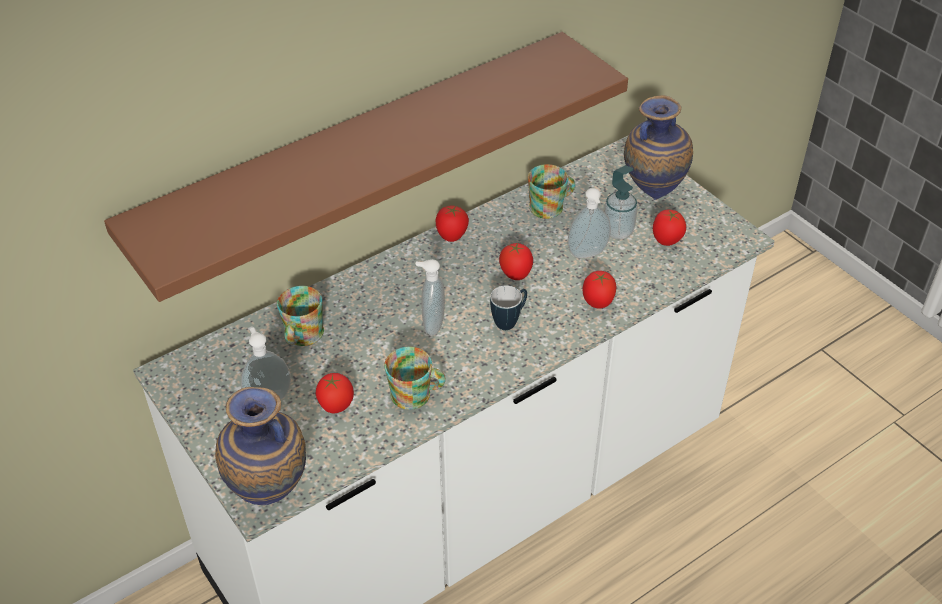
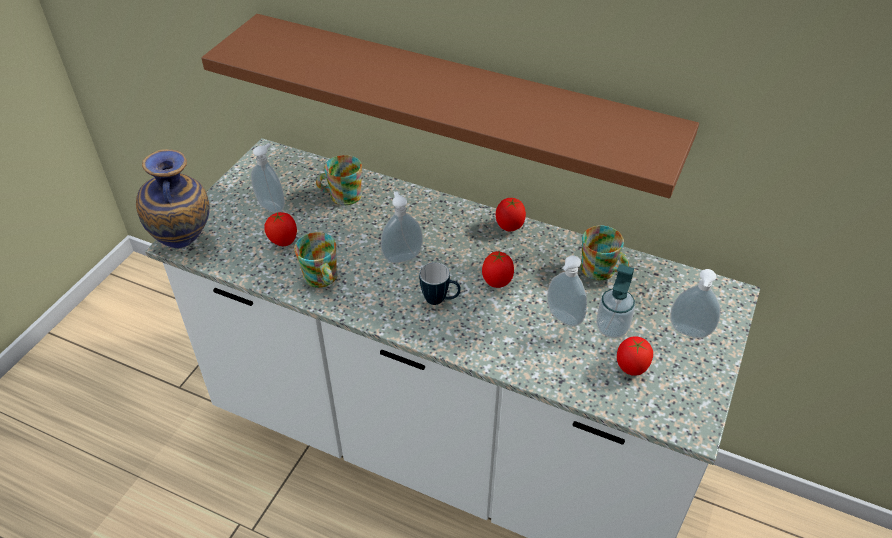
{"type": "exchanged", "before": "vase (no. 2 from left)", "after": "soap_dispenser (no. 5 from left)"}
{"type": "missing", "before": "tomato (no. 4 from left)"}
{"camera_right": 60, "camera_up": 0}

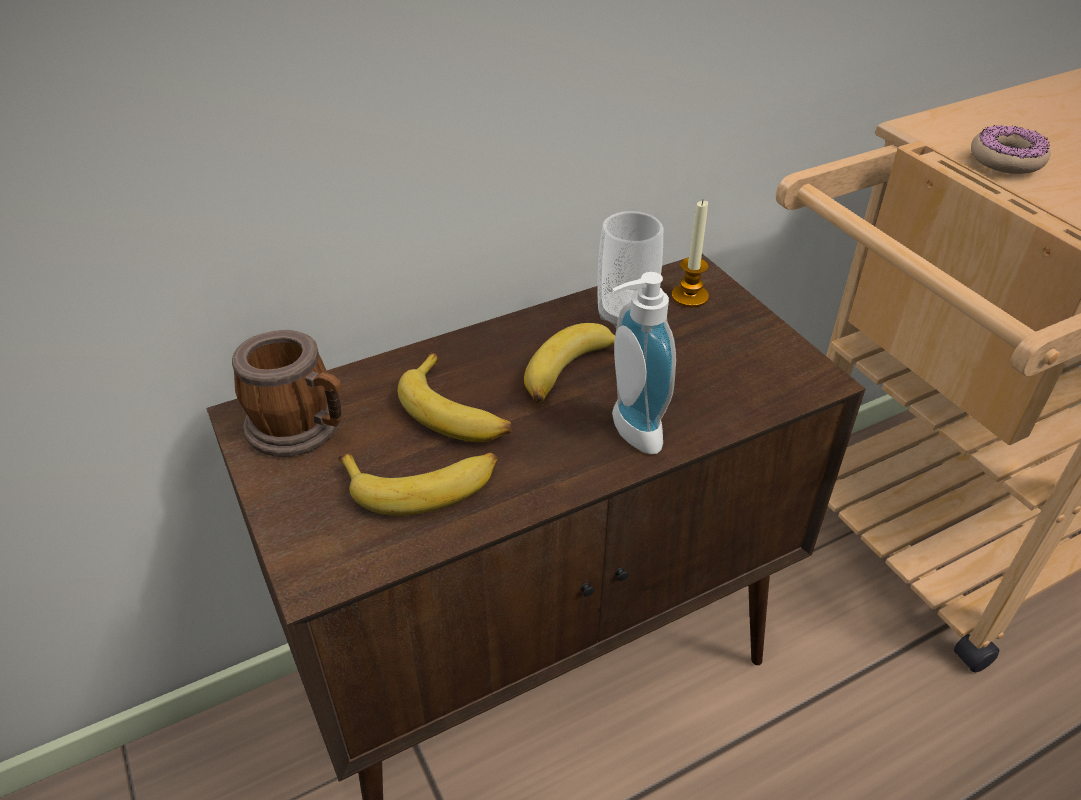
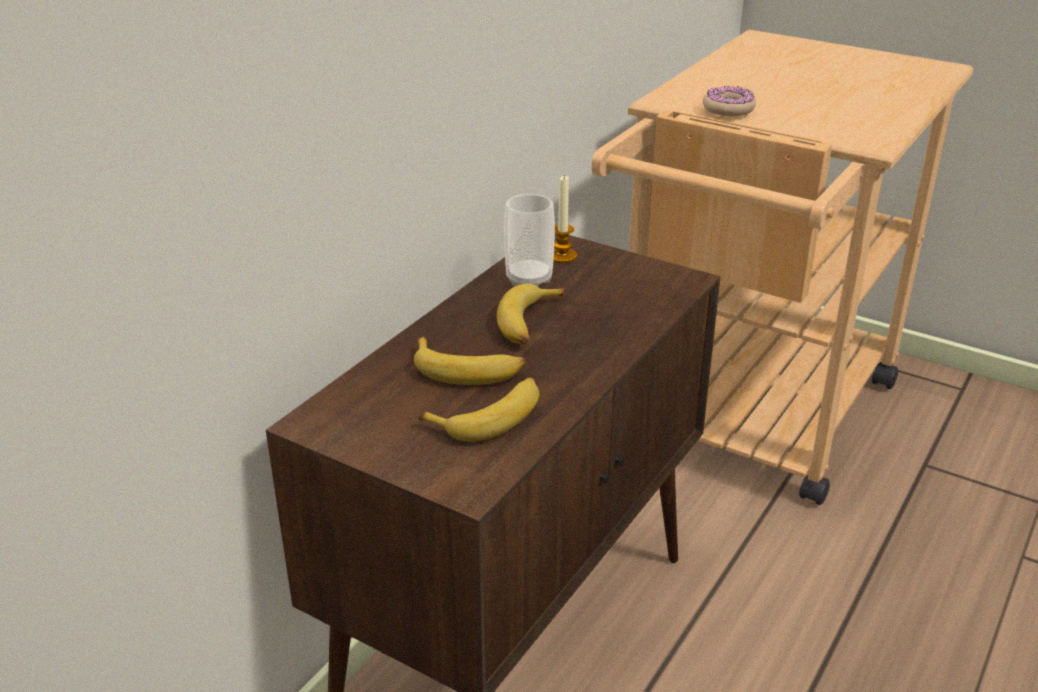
{"type": "missing", "before": "soap_dispenser"}
{"type": "missing", "before": "mug"}
{"camera_right": -30, "camera_up": -10}

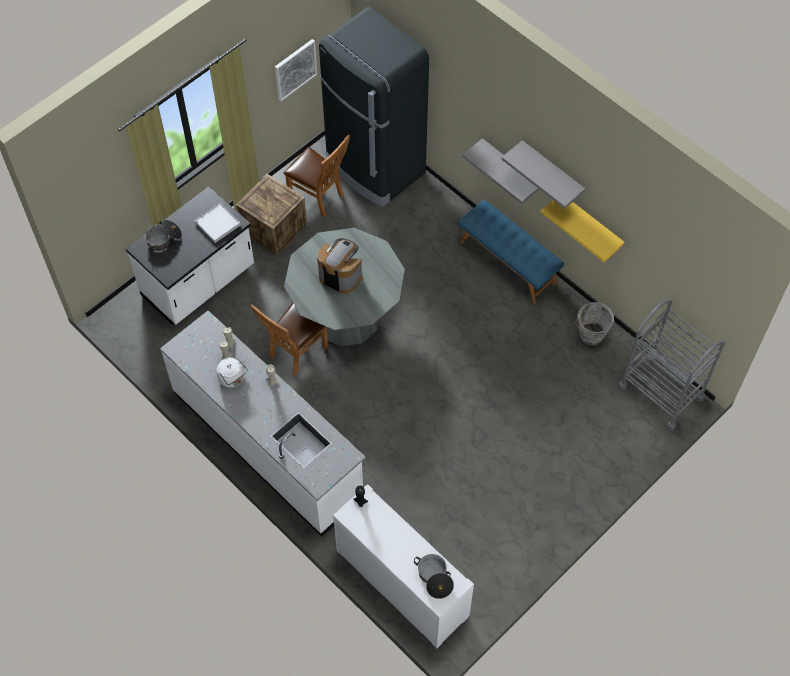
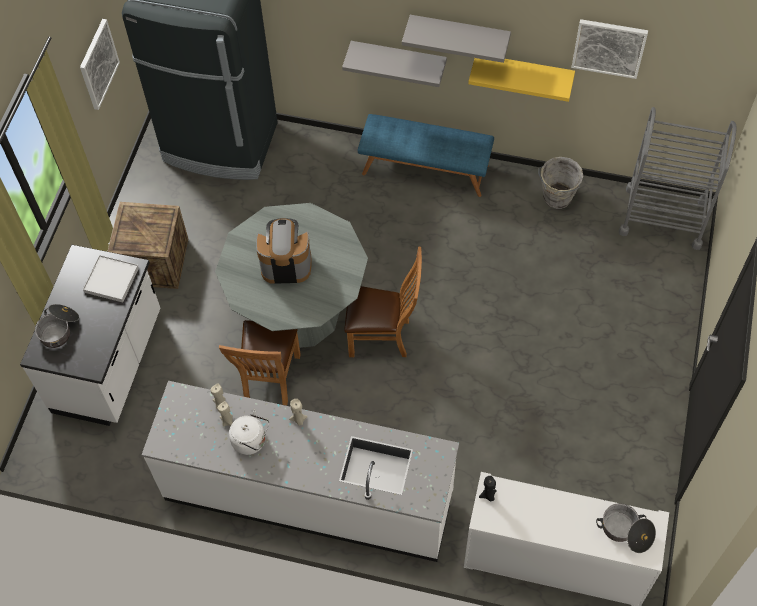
{"type": "relocated", "before": "brown_chair (no. 2 from left)"}
{"type": "appeared", "after": "picture (no. 2 from left)"}
{"camera_right": -30, "camera_up": 0}

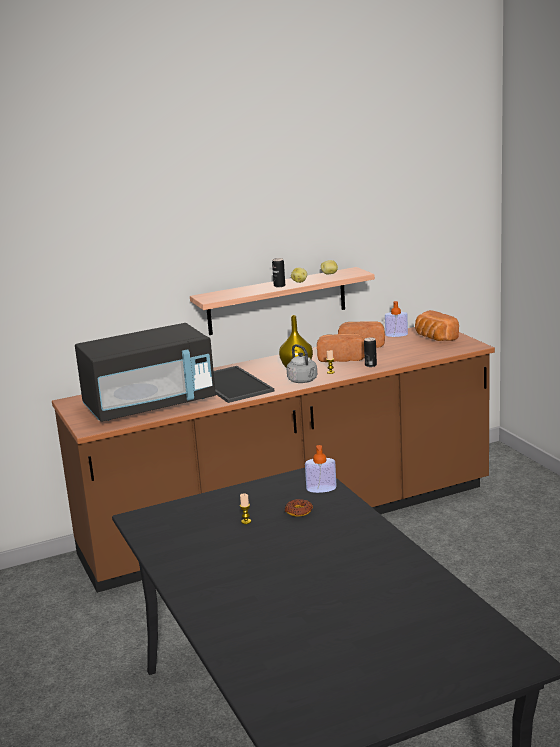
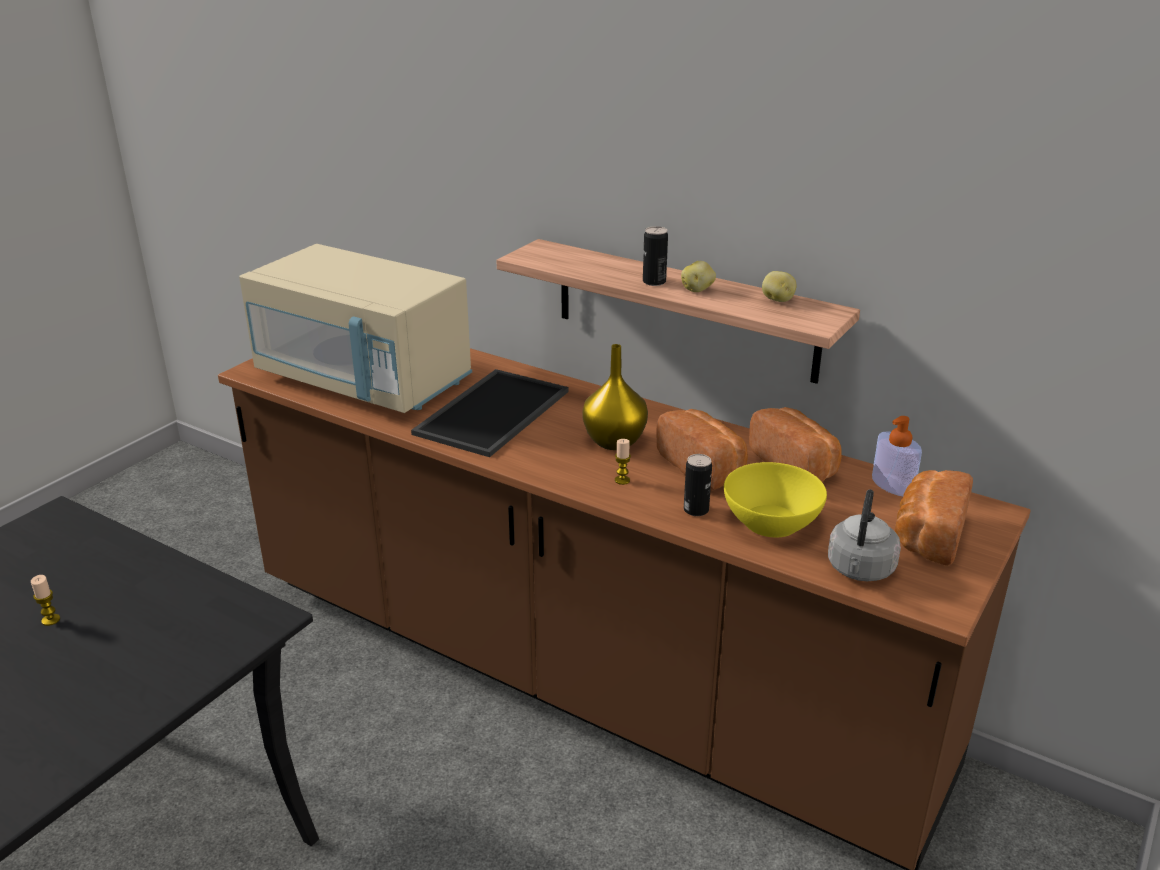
{"type": "colour", "before": "black_microwave", "after": "beige_microwave"}
{"type": "relocated", "before": "grey_kettle"}
{"type": "missing", "before": "soap_dispenser (no. 1 from left)"}
{"type": "missing", "before": "donut"}
{"type": "appeared", "after": "yellow_bowl"}
{"camera_right": 55, "camera_up": 10}

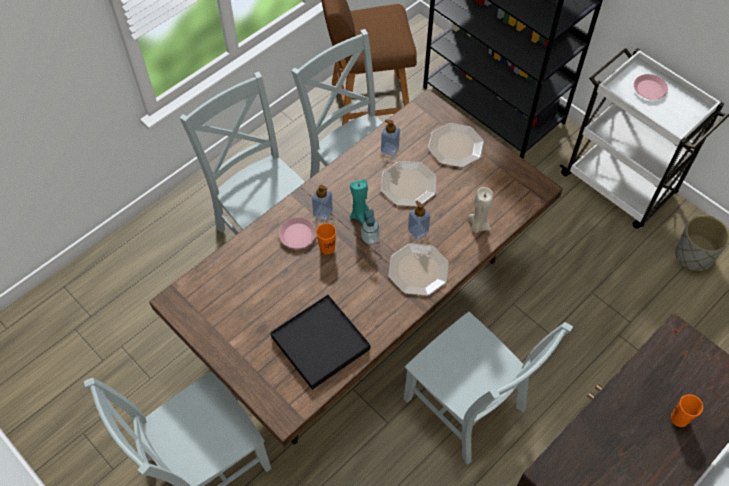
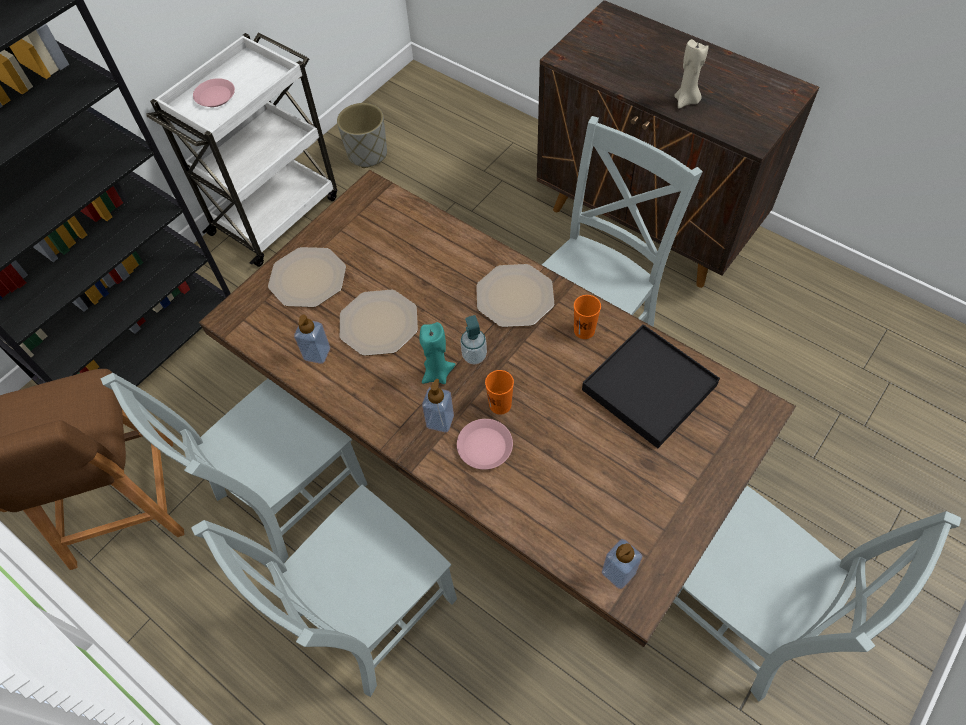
{"type": "relocated", "before": "beige_candle"}
{"type": "relocated", "before": "soap_dispenser (no. 4 from left)"}
{"type": "relocated", "before": "orange_cup (no. 2 from left)"}
{"camera_right": -95, "camera_up": 0}

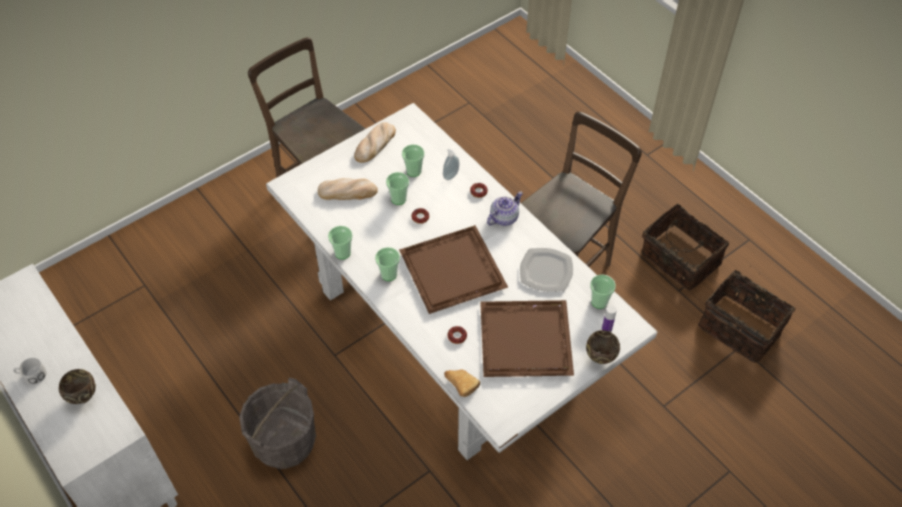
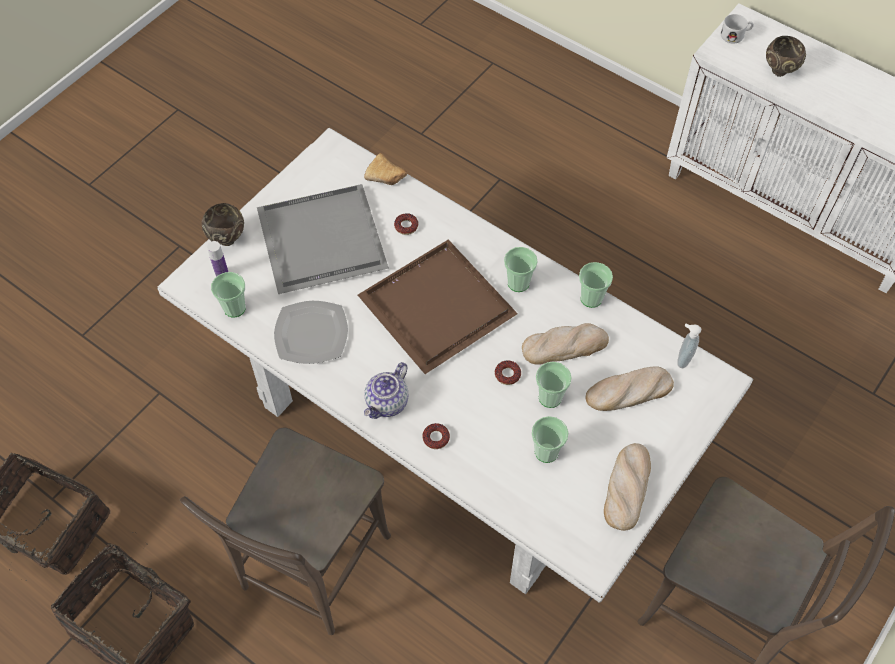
{"type": "relocated", "before": "soap_dispenser"}
{"type": "colour", "before": "brown_tray (no. 2 from left)", "after": "grey_tray"}
{"type": "relocated", "before": "white_mug"}
{"type": "missing", "before": "grey_bucket"}
{"type": "appeared", "after": "bread (no. 2 from left)"}
{"camera_right": 165, "camera_up": 5}

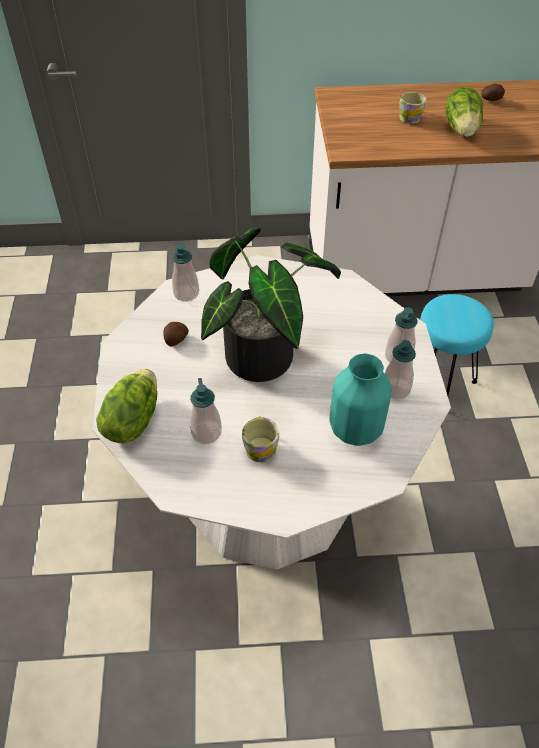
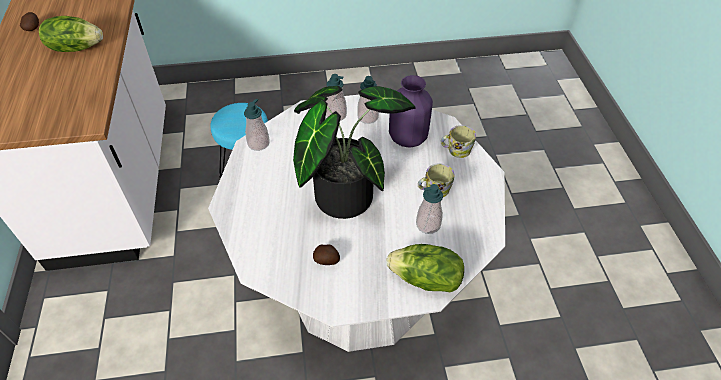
{"type": "relocated", "before": "mug (no. 2 from left)"}
{"type": "relocated", "before": "soap_dispenser (no. 1 from left)"}
{"type": "colour", "before": "turquoise_vase", "after": "purple_vase"}
{"camera_right": -95, "camera_up": 0}

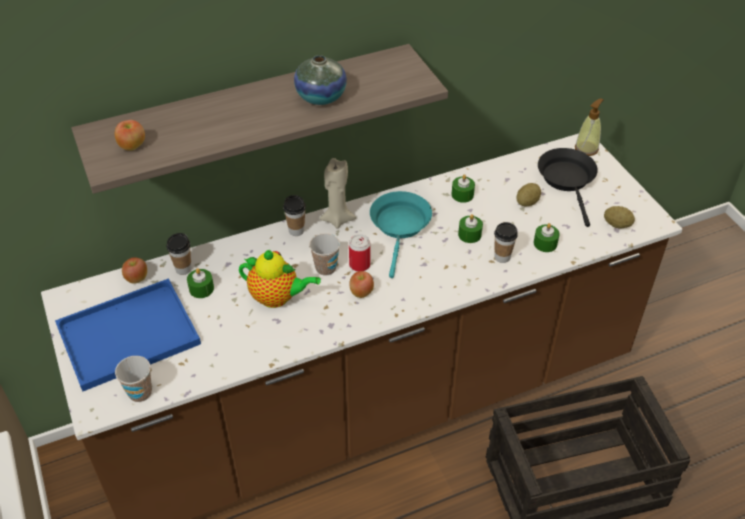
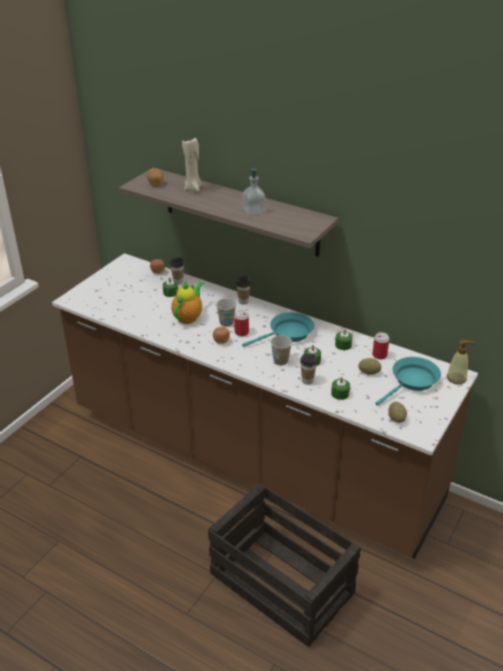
{"type": "exchanged", "before": "vase", "after": "soap_dispenser (no. 1 from left)"}
{"type": "colour", "before": "black_frying_pan", "after": "turquoise_frying_pan (no. 2 from left)"}
{"type": "relocated", "before": "beige_candle"}
{"type": "spun", "before": "teapot", "turn": -135}
{"type": "missing", "before": "blue_tray"}
{"type": "relocated", "before": "cup (no. 1 from left in the first image)", "after": "cup (no. 4 from left)"}
{"type": "appeared", "after": "can (no. 2 from left)"}
{"camera_right": 55, "camera_up": -10}

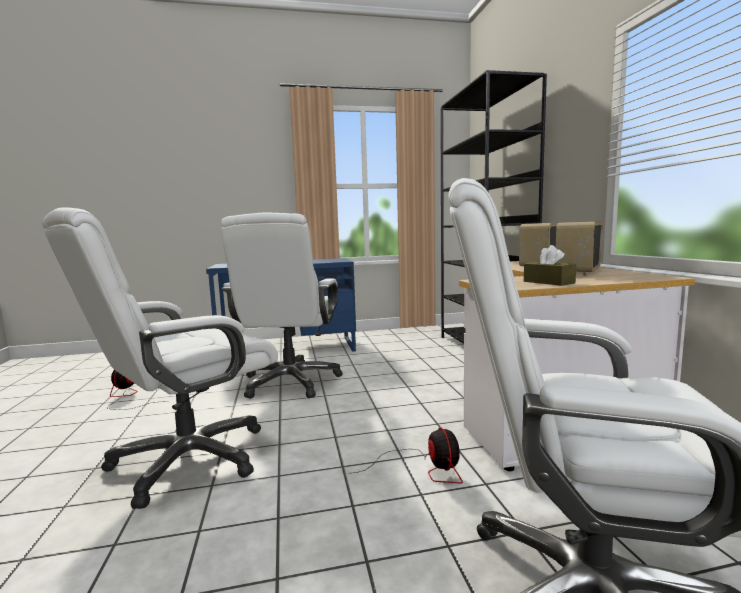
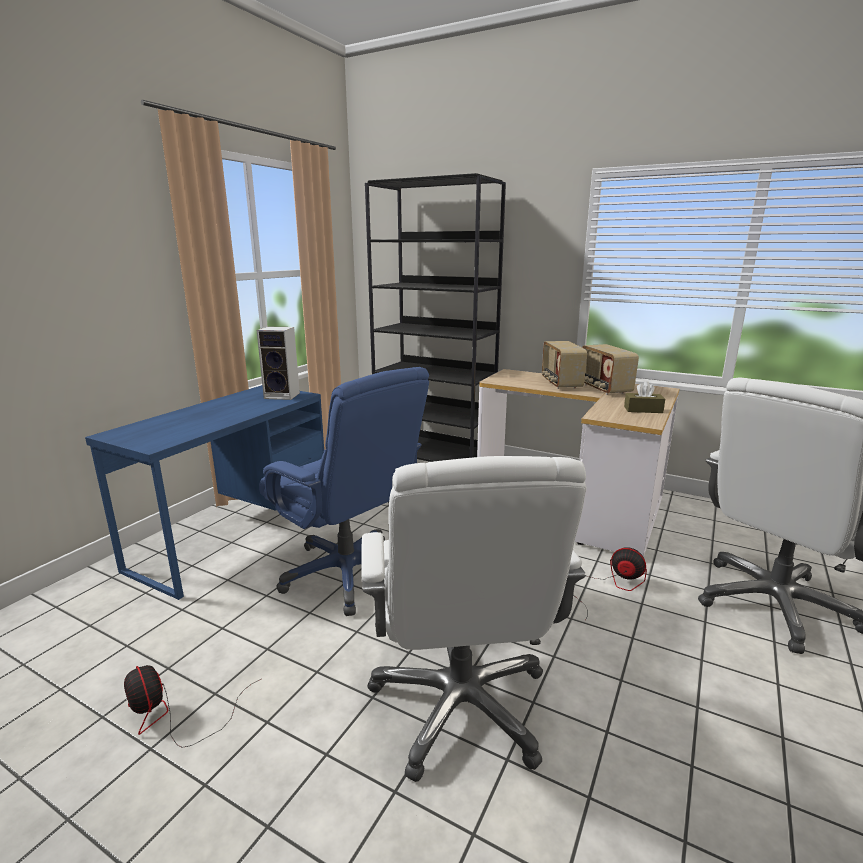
{"type": "colour", "before": "white_office_chair (no. 2 from left)", "after": "blue_office_chair"}
{"type": "appeared", "after": "speaker"}
{"camera_right": -50, "camera_up": 10}

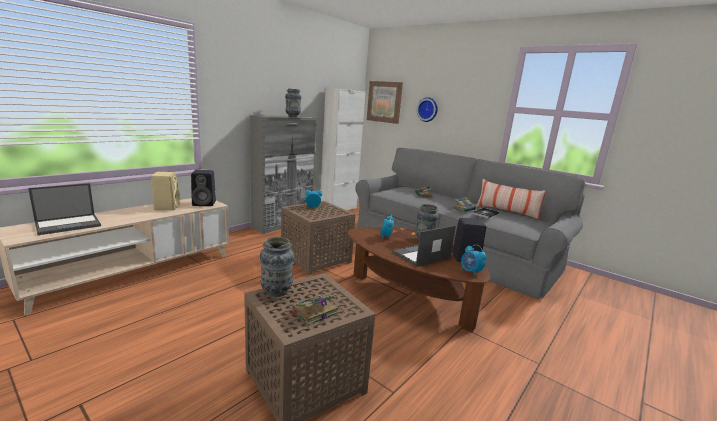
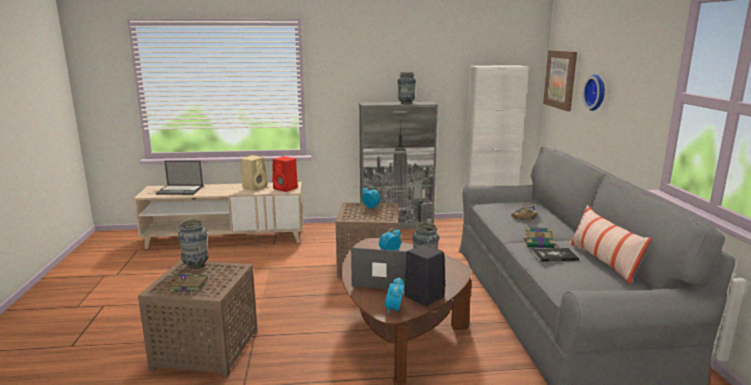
{"type": "colour", "before": "black_speaker (no. 1 from left)", "after": "red_speaker"}
{"camera_right": 45, "camera_up": 0}

